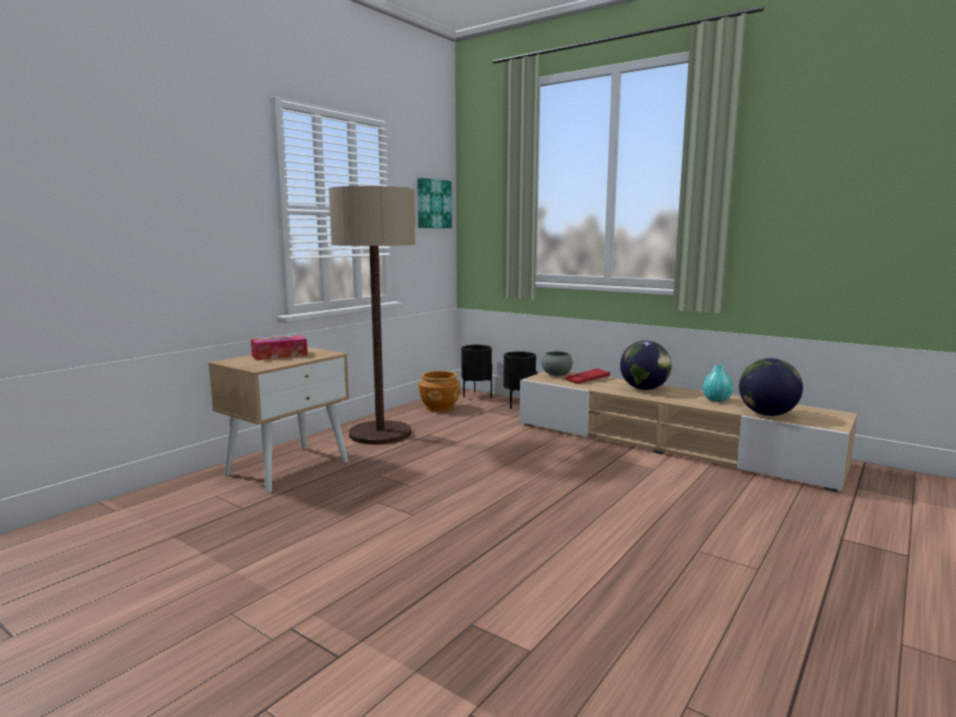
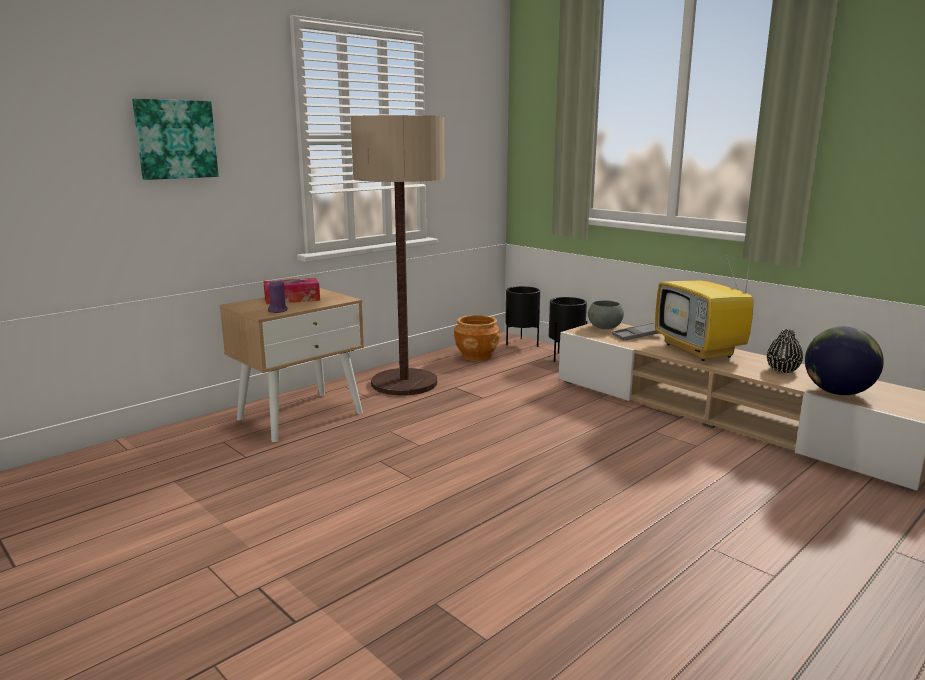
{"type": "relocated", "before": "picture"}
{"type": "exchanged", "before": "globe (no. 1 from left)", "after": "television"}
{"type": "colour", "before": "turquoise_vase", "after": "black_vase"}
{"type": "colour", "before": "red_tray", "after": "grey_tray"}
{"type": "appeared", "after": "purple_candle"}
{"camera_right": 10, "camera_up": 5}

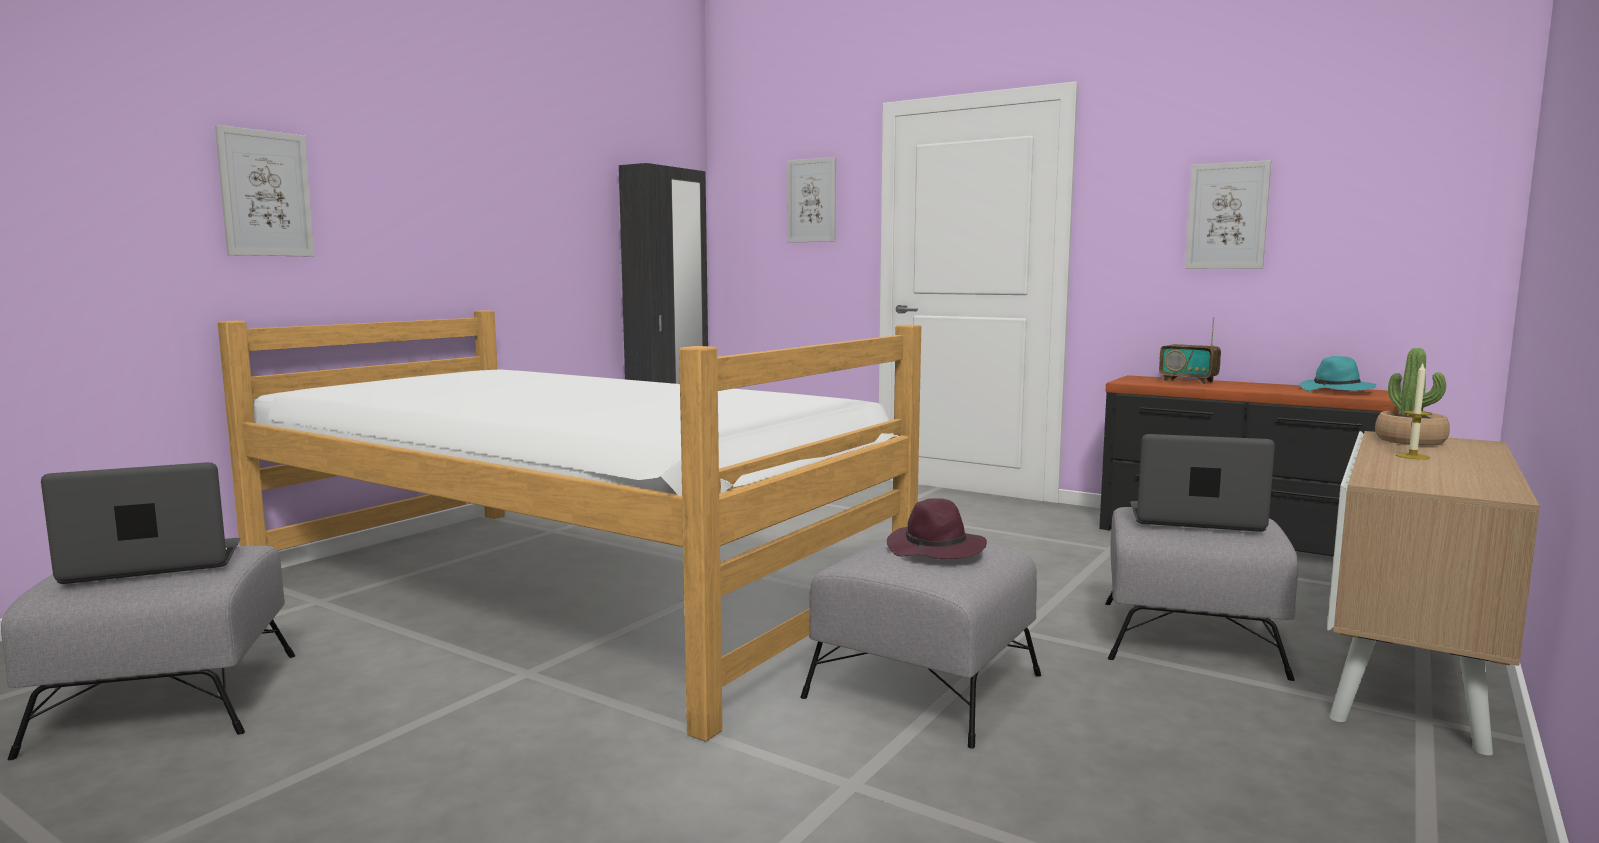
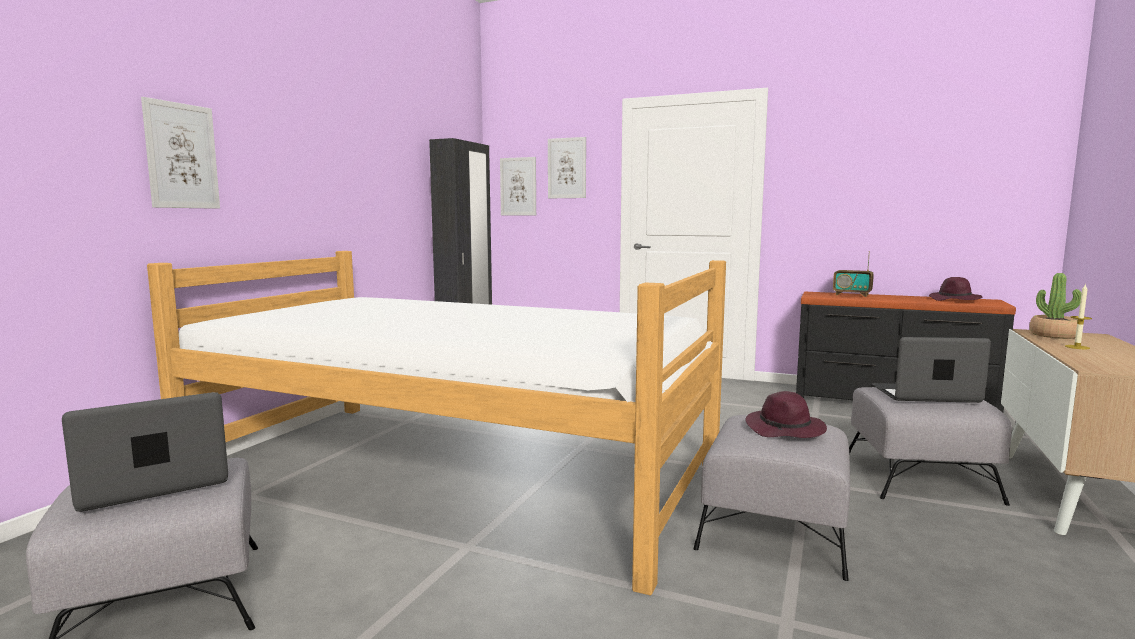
{"type": "relocated", "before": "picture (no. 3 from left in the first image)", "after": "picture (no. 2 from left)"}
{"type": "colour", "before": "turquoise_hat", "after": "purple_hat (no. 2 from left)"}
{"camera_right": -10, "camera_up": 0}

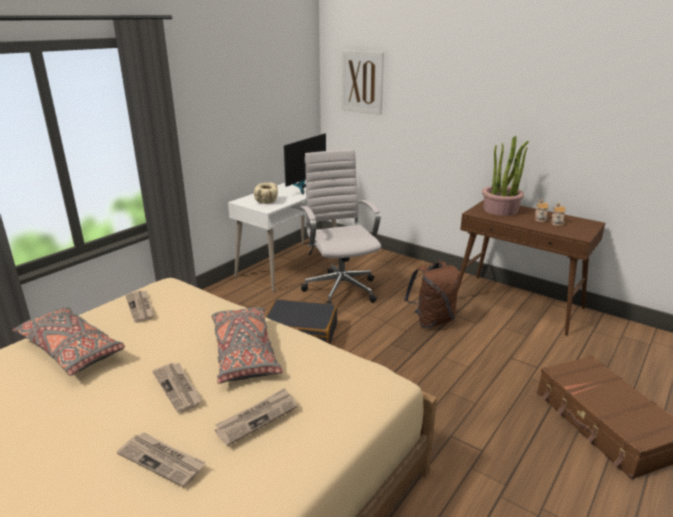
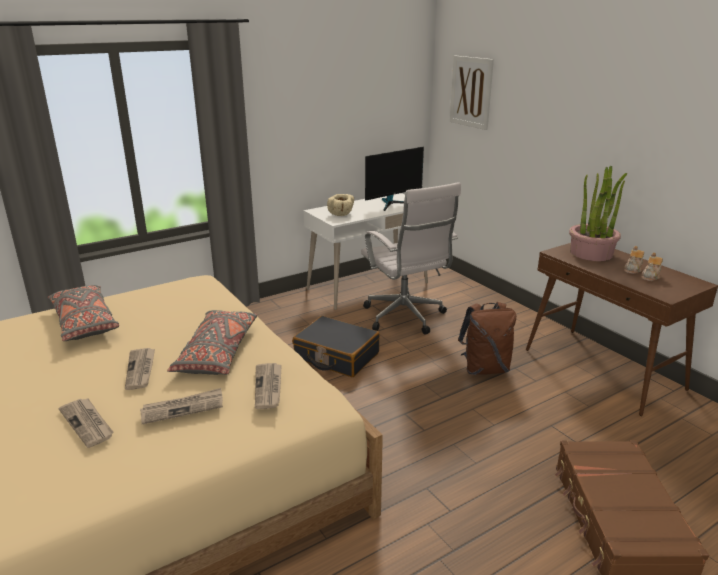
{"type": "spun", "before": "white_office_chair", "turn": 150}
{"type": "relocated", "before": "newspaper (no. 1 from left in the first image)", "after": "newspaper (no. 4 from left)"}
{"camera_right": 20, "camera_up": 0}

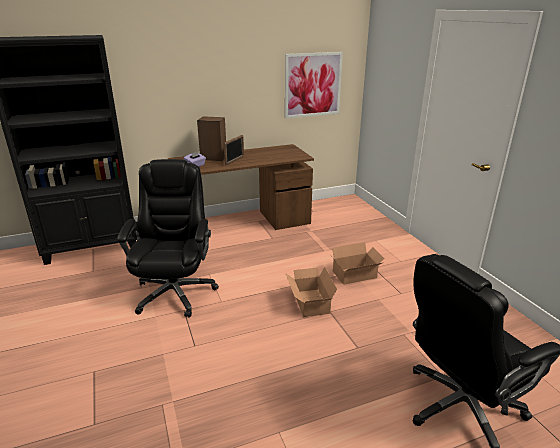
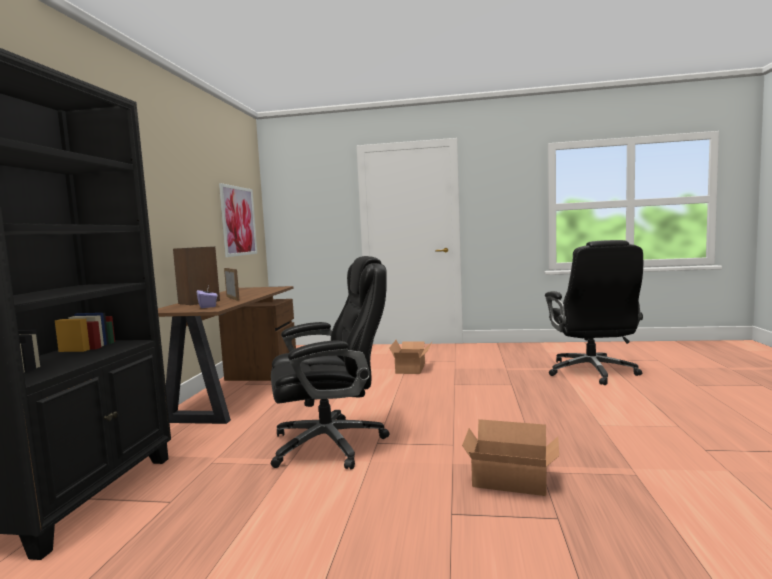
{"type": "spun", "before": "black_office_chair (no. 1 from left)", "turn": 135}
{"type": "relocated", "before": "cardboard_box (no. 1 from left in the first image)", "after": "cardboard_box (no. 2 from left)"}
{"camera_right": -60, "camera_up": -20}

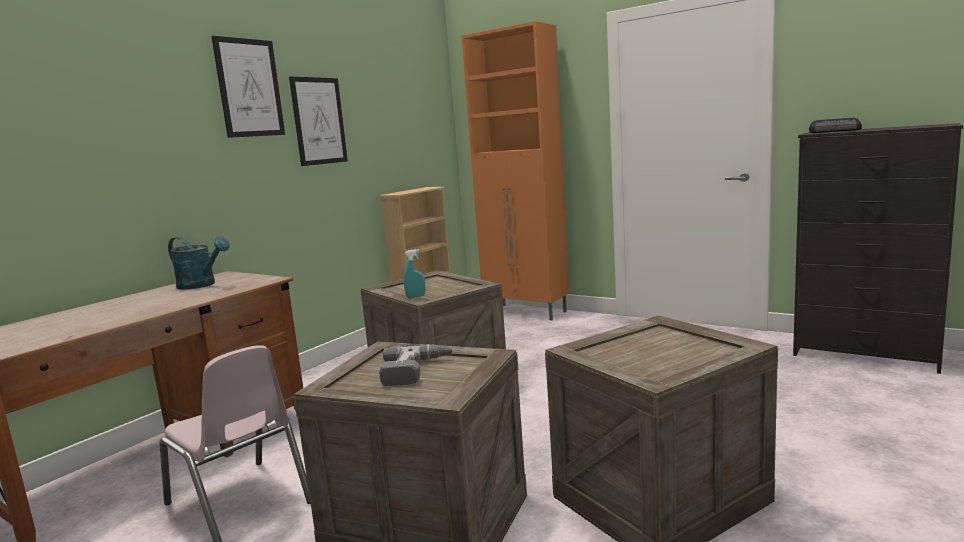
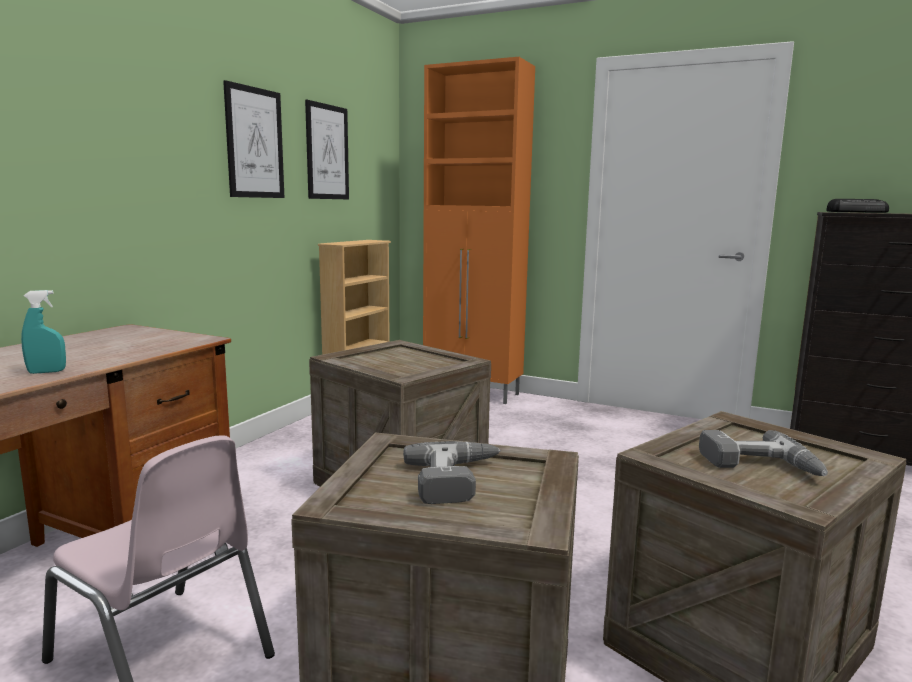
{"type": "relocated", "before": "picture (no. 1 from left in the first image)", "after": "picture (no. 2 from left)"}
{"type": "missing", "before": "turquoise_watering_can"}
{"type": "relocated", "before": "turquoise_spray_bottle"}
{"type": "appeared", "after": "power_drill (no. 2 from left)"}
{"camera_right": -10, "camera_up": 0}

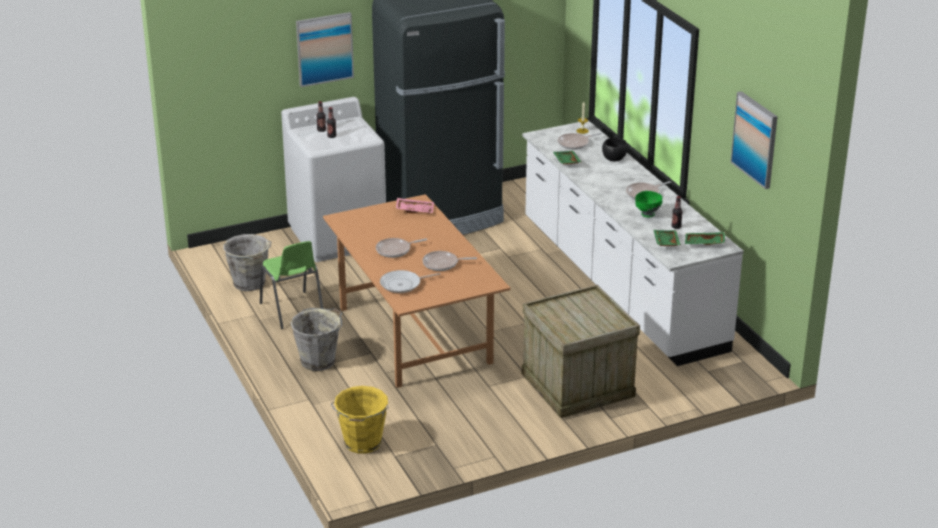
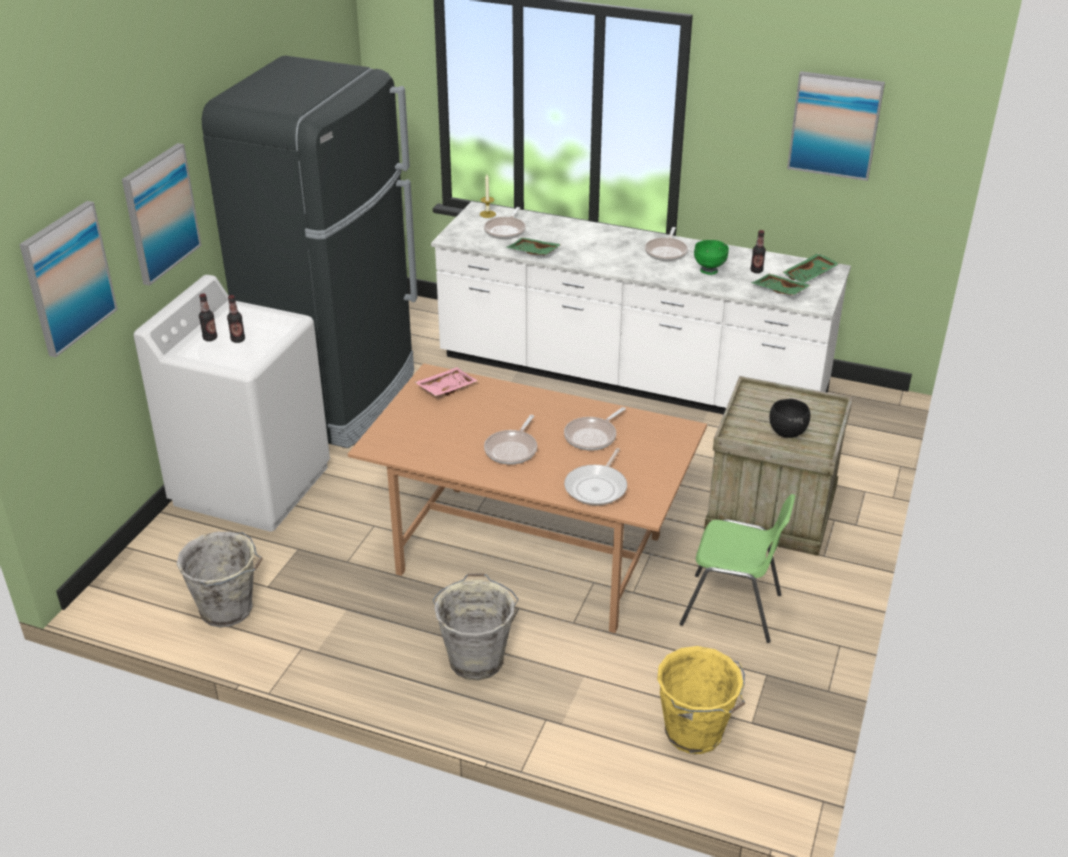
{"type": "relocated", "before": "black_bowl"}
{"type": "relocated", "before": "green_chair"}
{"type": "appeared", "after": "picture (no. 1 from left)"}
{"camera_right": -45, "camera_up": 5}

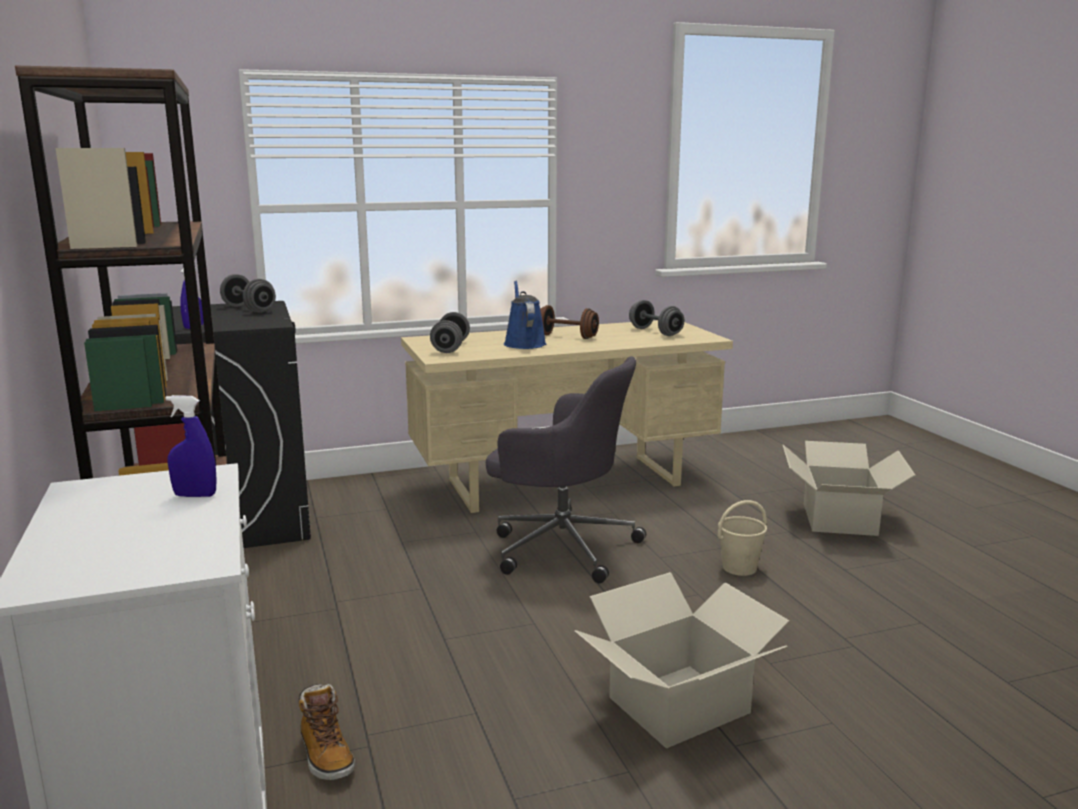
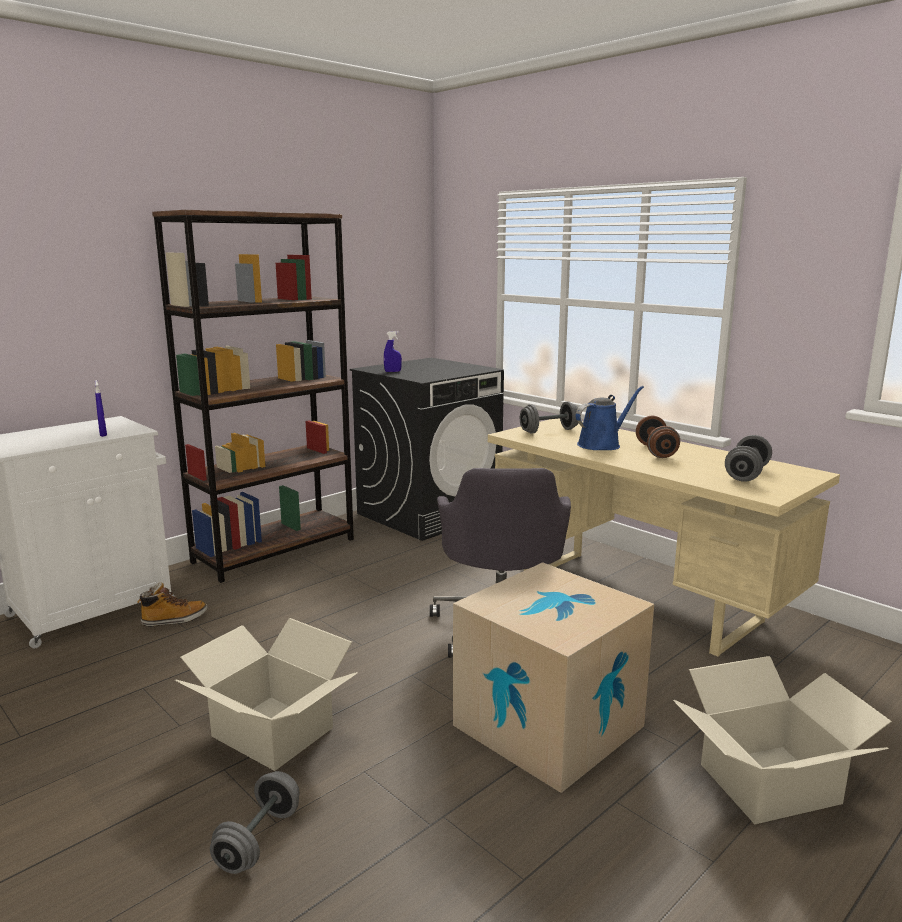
{"type": "relocated", "before": "grey_dumbbell (no. 1 from left)"}
{"type": "exchanged", "before": "beige_bucket", "after": "cardboard_box (no. 2 from left)"}
{"type": "spun", "before": "boot", "turn": -150}
{"camera_right": 65, "camera_up": 0}

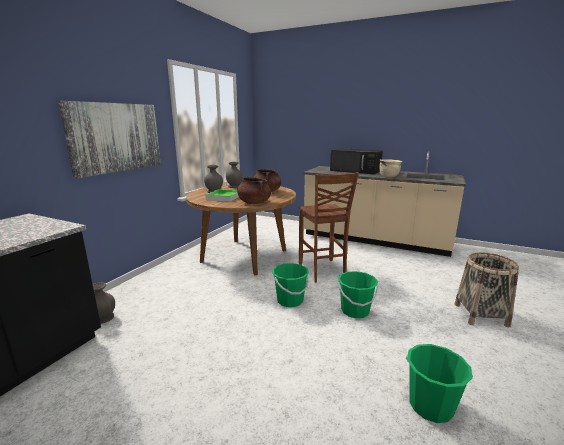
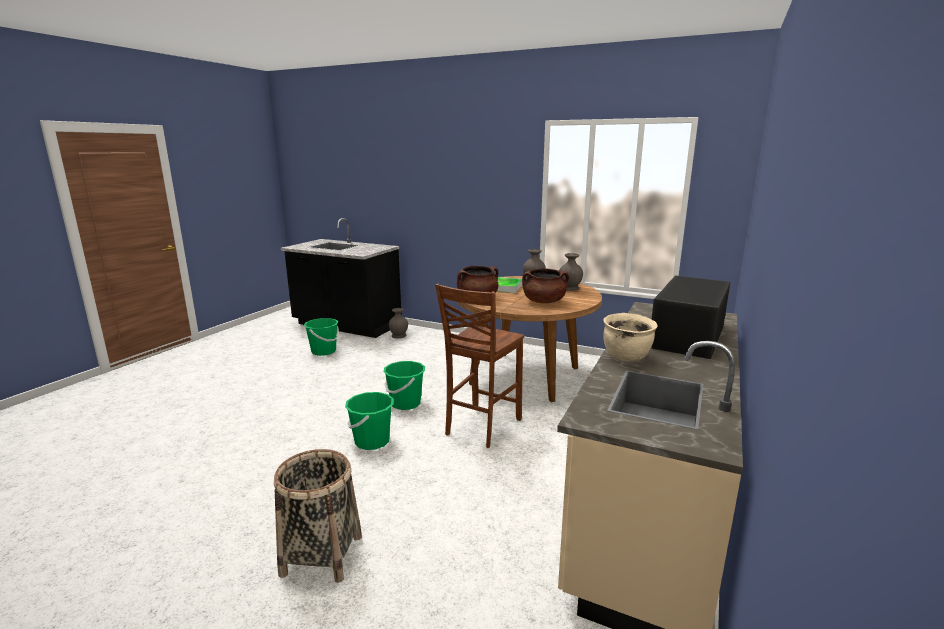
{"type": "missing", "before": "picture"}
{"type": "spun", "before": "brown_chair", "turn": -45}
{"type": "relocated", "before": "green_bucket (no. 3 from left in the first image)", "after": "green_bucket (no. 1 from left)"}
{"camera_right": 90, "camera_up": 0}

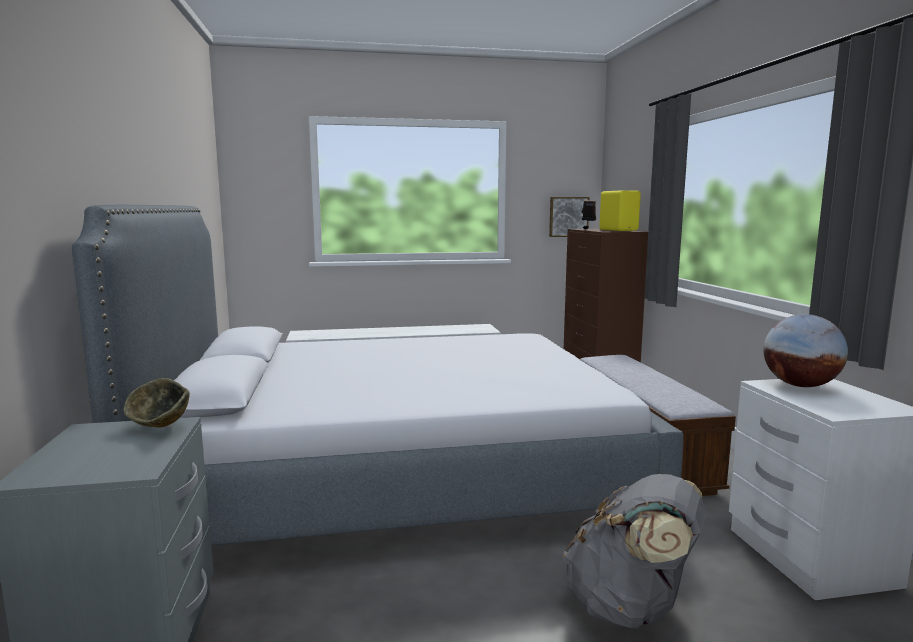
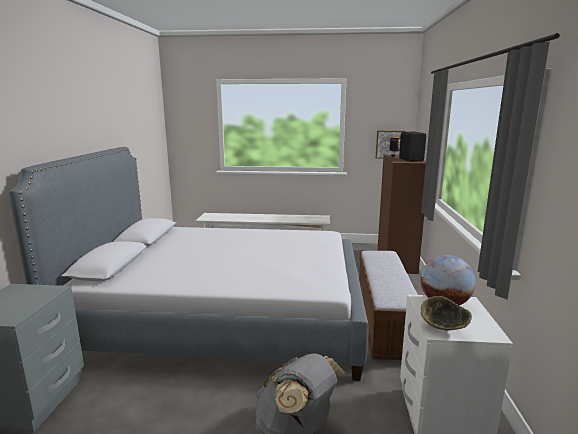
{"type": "colour", "before": "yellow_speaker", "after": "black_speaker"}
{"type": "relocated", "before": "bowl"}
{"camera_right": 15, "camera_up": 5}

